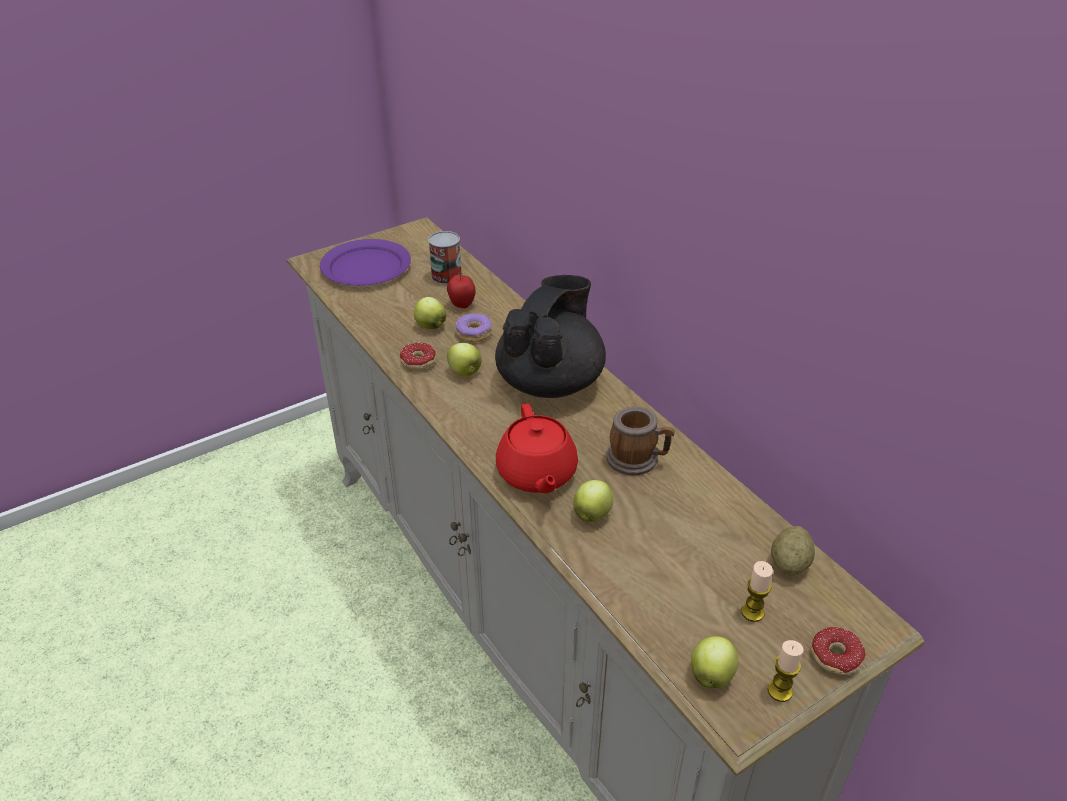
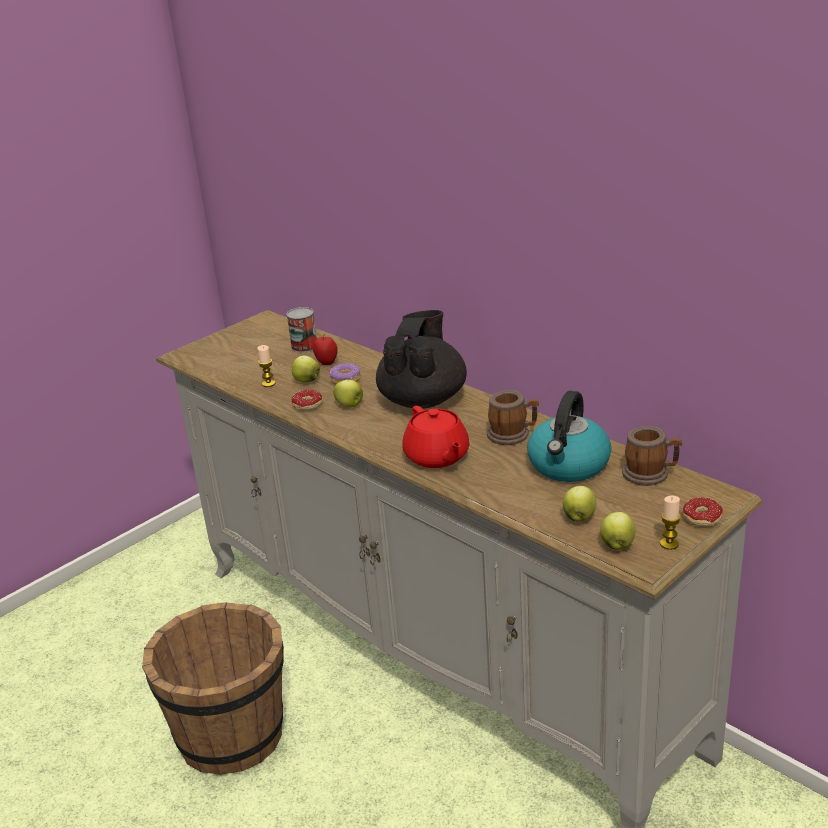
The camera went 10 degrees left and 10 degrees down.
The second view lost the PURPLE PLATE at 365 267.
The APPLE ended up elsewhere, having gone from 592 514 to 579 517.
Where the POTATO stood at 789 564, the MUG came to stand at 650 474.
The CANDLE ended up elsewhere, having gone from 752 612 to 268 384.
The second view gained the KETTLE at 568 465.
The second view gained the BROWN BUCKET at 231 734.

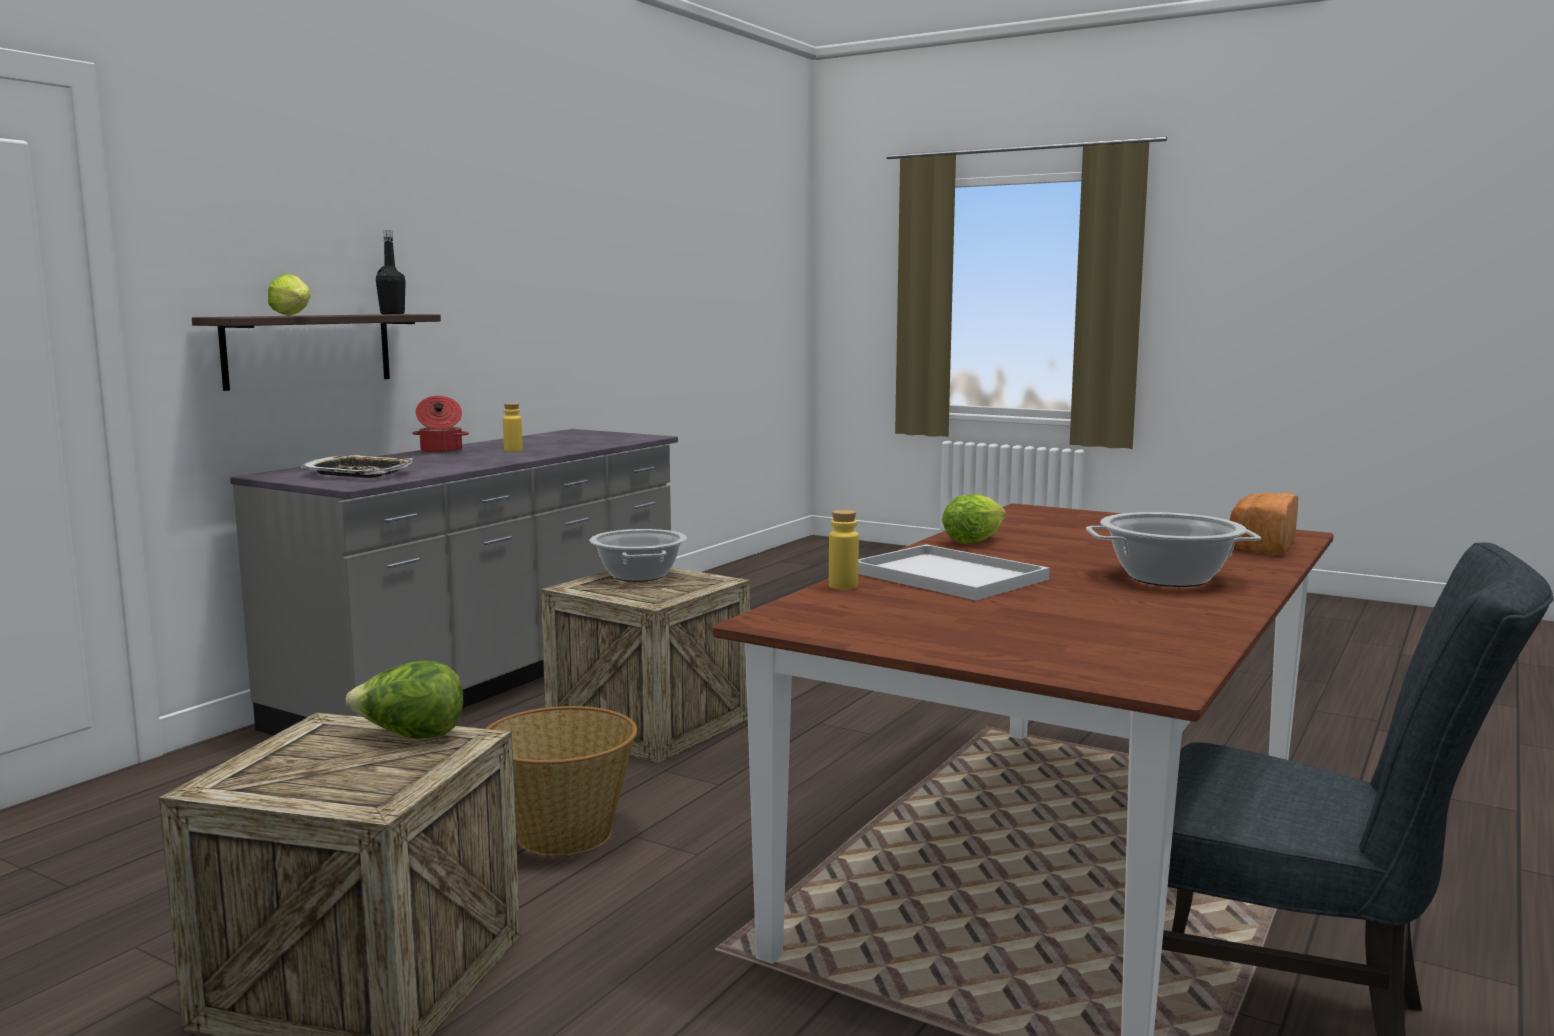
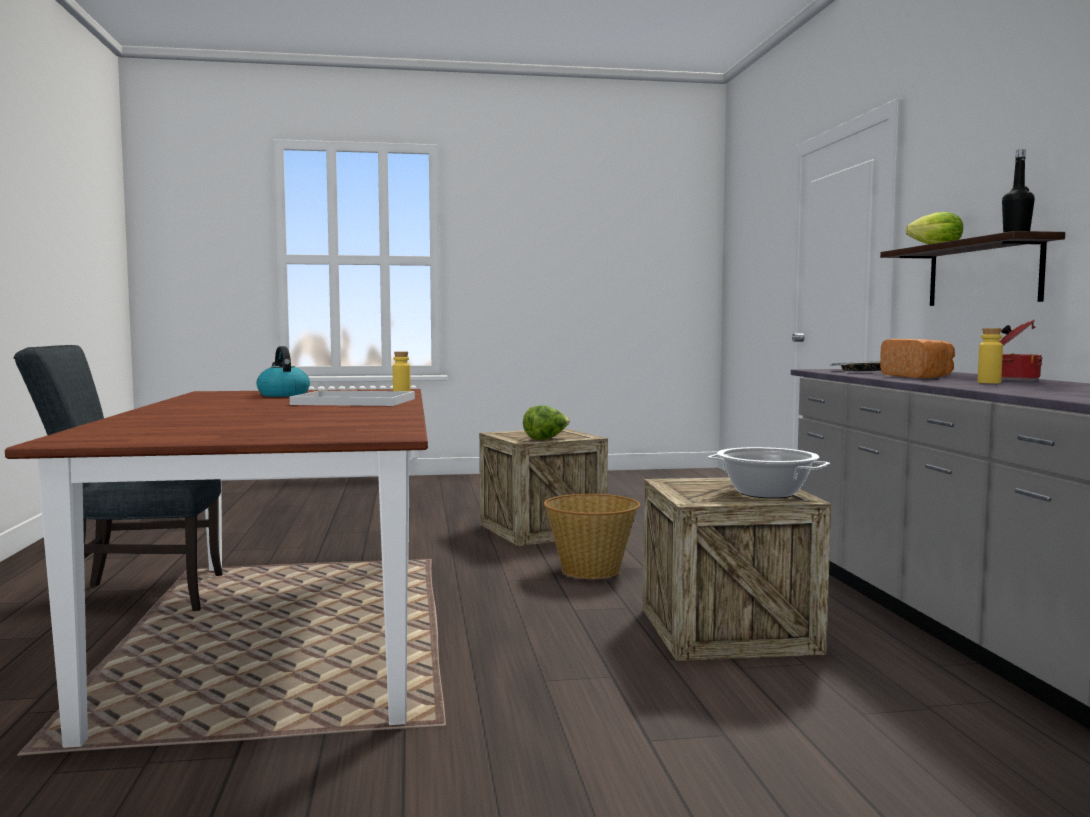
The camera went 140 degrees right and 5 degrees down.
The BREAD ended up elsewhere, having gone from 1261 546 to 918 377.
The second view lost the LETTUCE at 976 541.
The second view lost the COOKING POT at 1168 578.
The second view gained the KETTLE at 283 395.

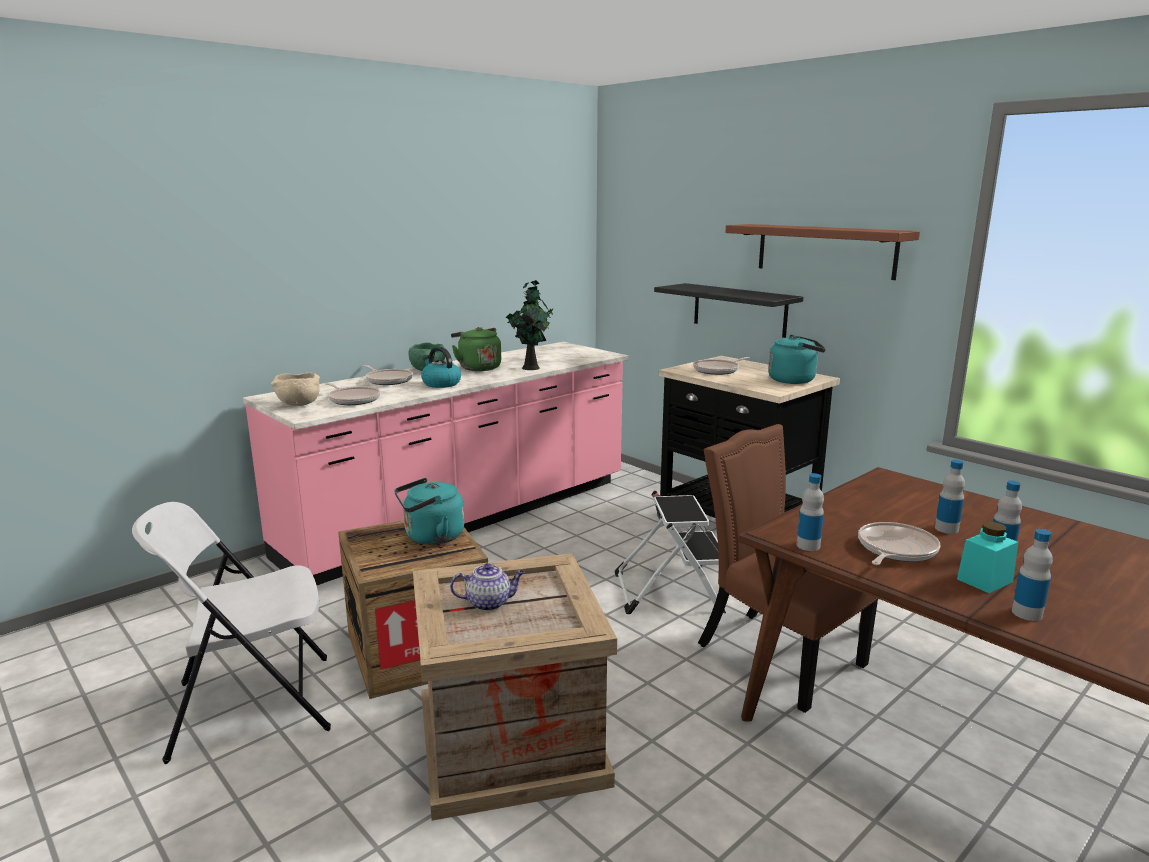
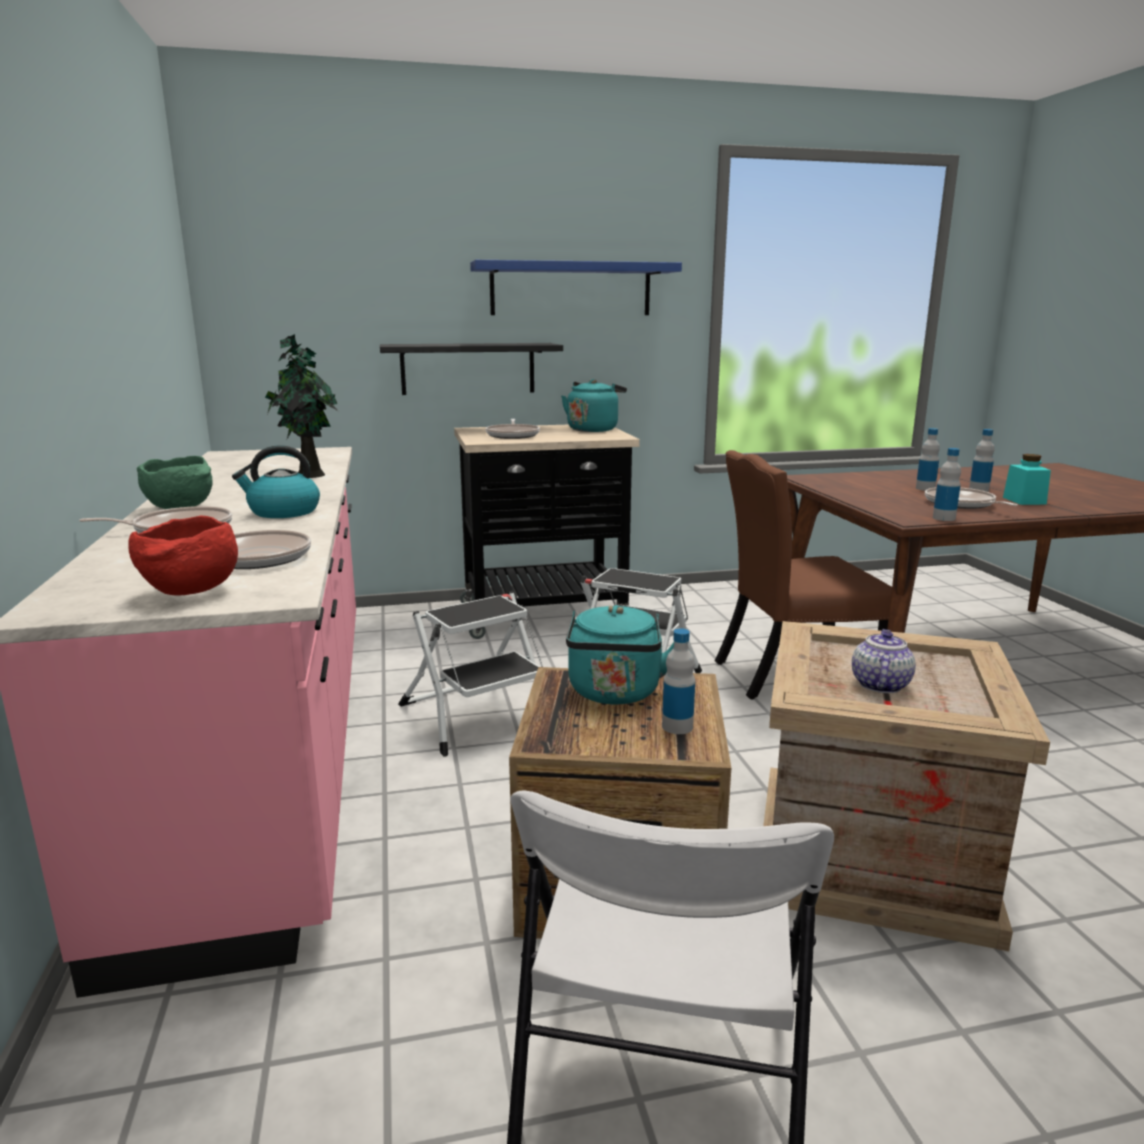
The camera went 60 degrees left and 0 degrees up.
What was the BROWN SHELF at 825 250 turned into the BLUE SHELF at 571 289.
The second view lost the GREEN KETTLE at 478 367.
What was the BEIGE BOWL at 298 405 turned into the RED BOWL at 190 592.
The BOTTLE ended up elsewhere, having gone from 1027 613 to 677 726.
The second view gained the STEP LADDER at 476 714.

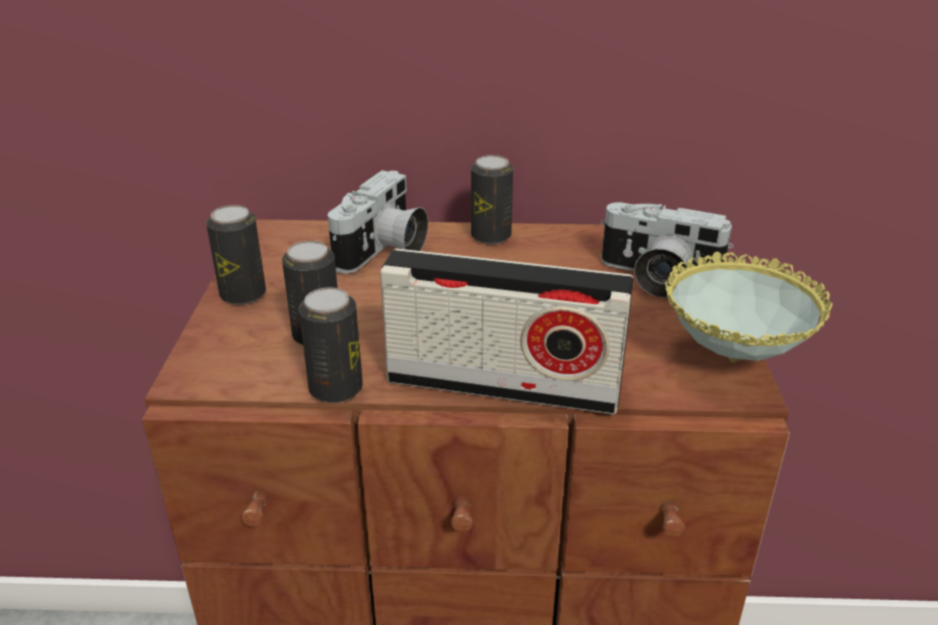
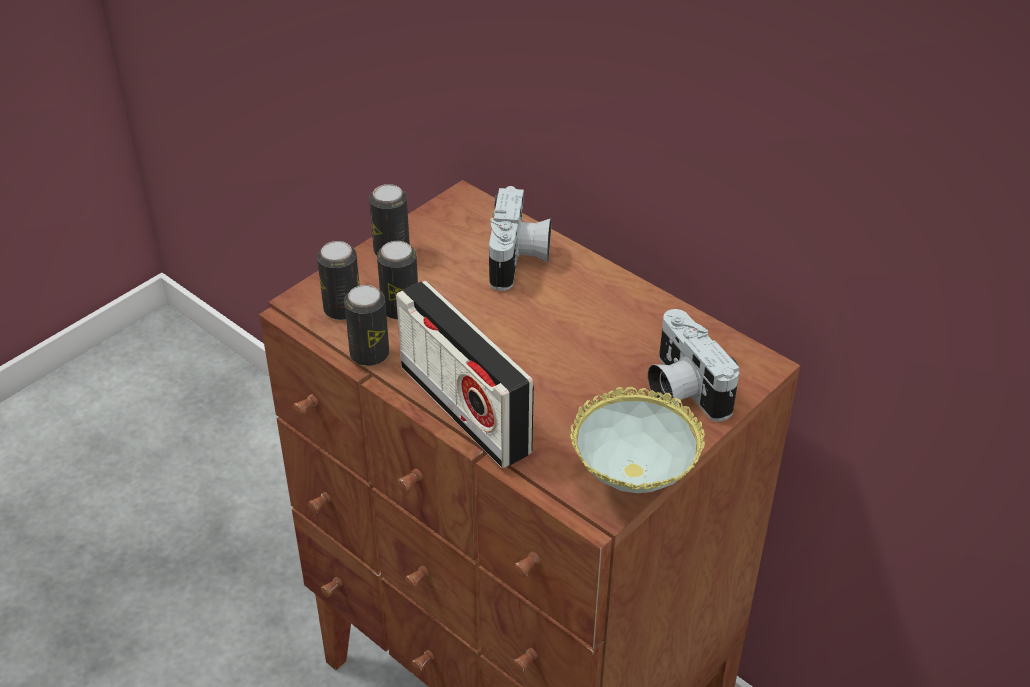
The camera went 40 degrees right and 10 degrees up.
The CAN ended up elsewhere, having gone from 491 236 to 342 309.
The PHOTO CAMERA at 384 251 ended up facing another way, 60 degrees counterclockwise from before.

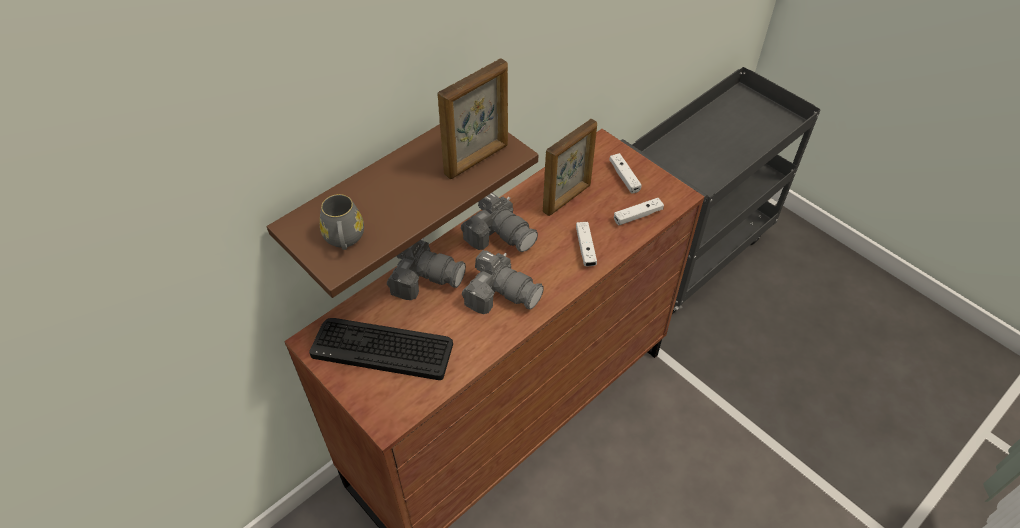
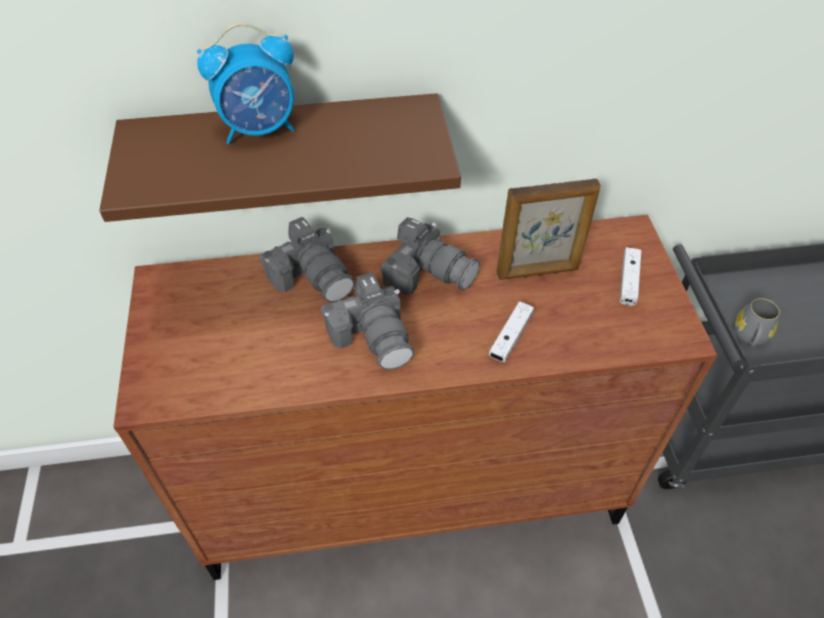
The camera went 35 degrees right and 0 degrees up.
The second view lost the PICTURE FRAME at 477 160.
The PHOTO CAMERA at 500 234 ended up facing another way, 45 degrees counterclockwise from before.
The GREY MUG ended up elsewhere, having gone from 344 240 to 749 337.
The second view lost the WHITE GAME CONTROLLER at 637 215.
The second view lost the KEYBOARD at 382 348.
The second view gained the ALARM CLOCK at 260 129.

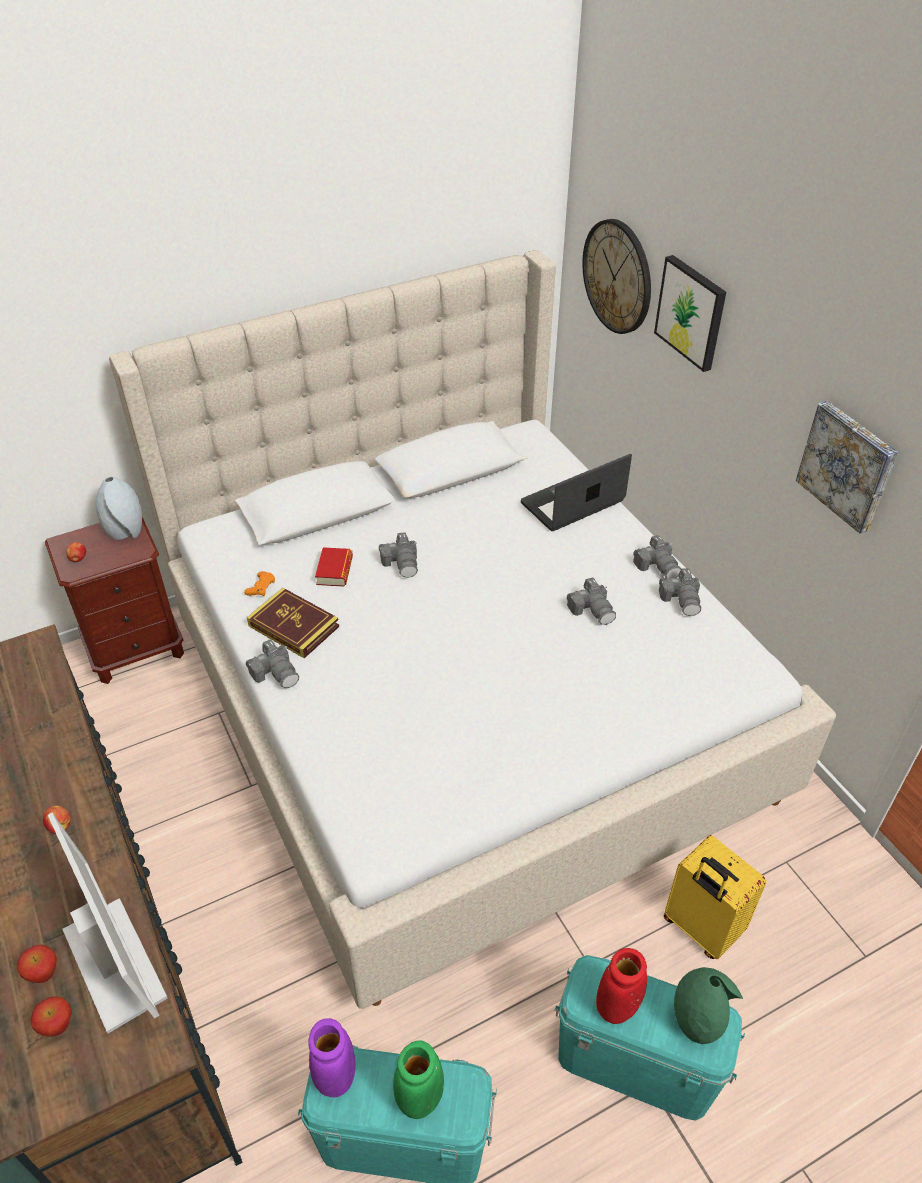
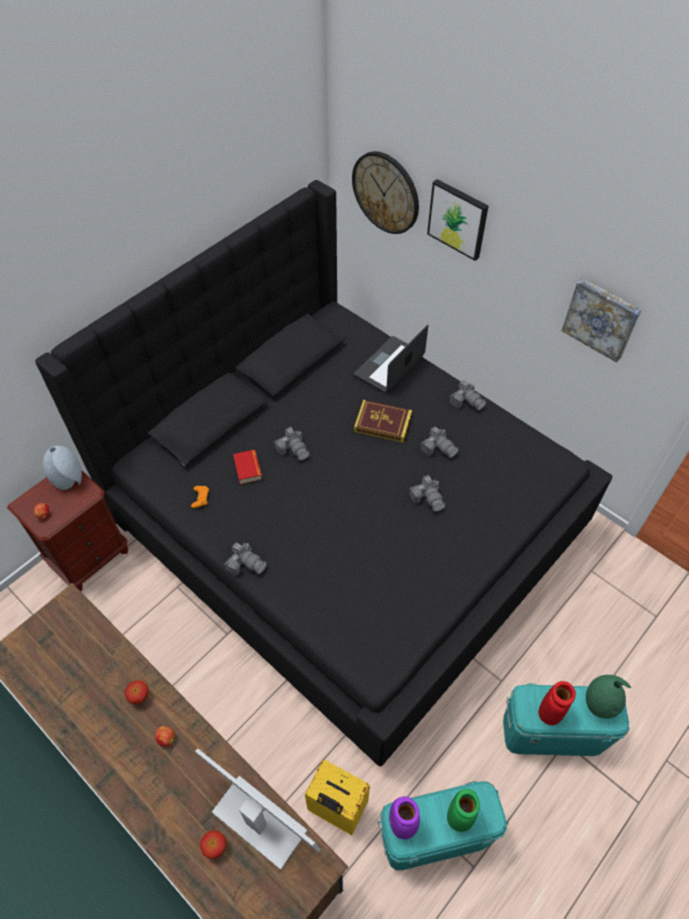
The camera went 20 degrees left and 10 degrees up.
What was the BEIGE BED at 462 699 turned into the BLACK BED at 345 522.
The PHOTO CAMERA ended up elsewhere, having gone from 682 600 to 428 498.
The BOOK ended up elsewhere, having gone from 294 626 to 383 423.
The YELLOW SUITCASE ended up elsewhere, having gone from 700 928 to 336 809.
The APPLE ended up elsewhere, having gone from 58 1027 to 140 697.

